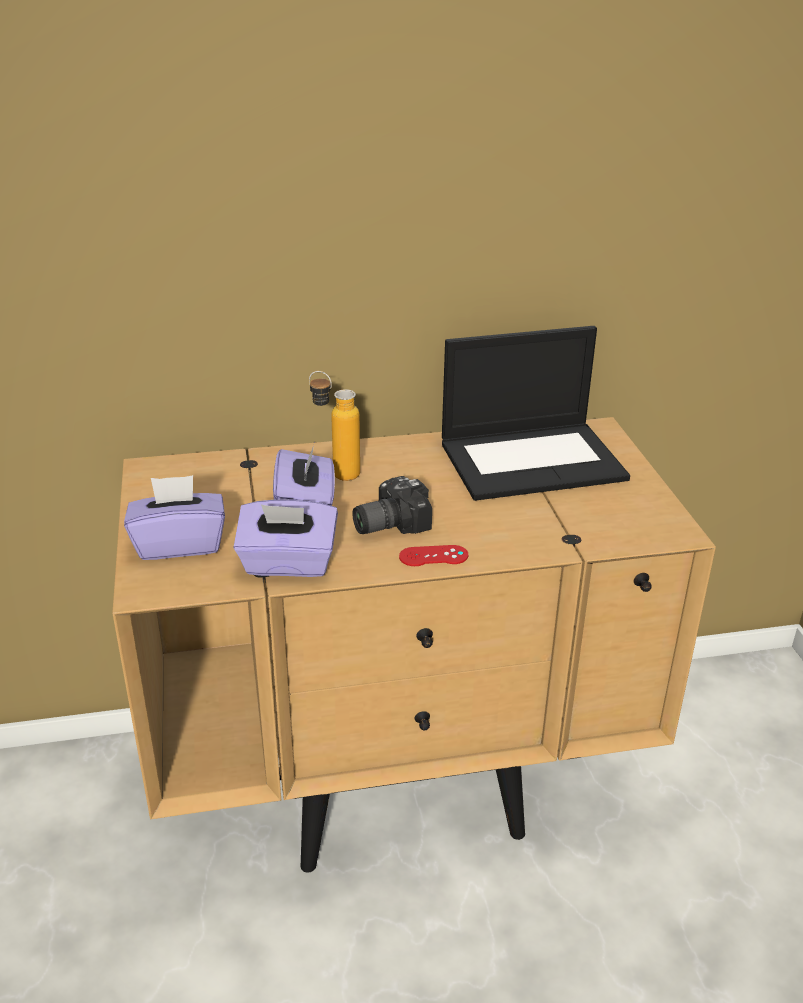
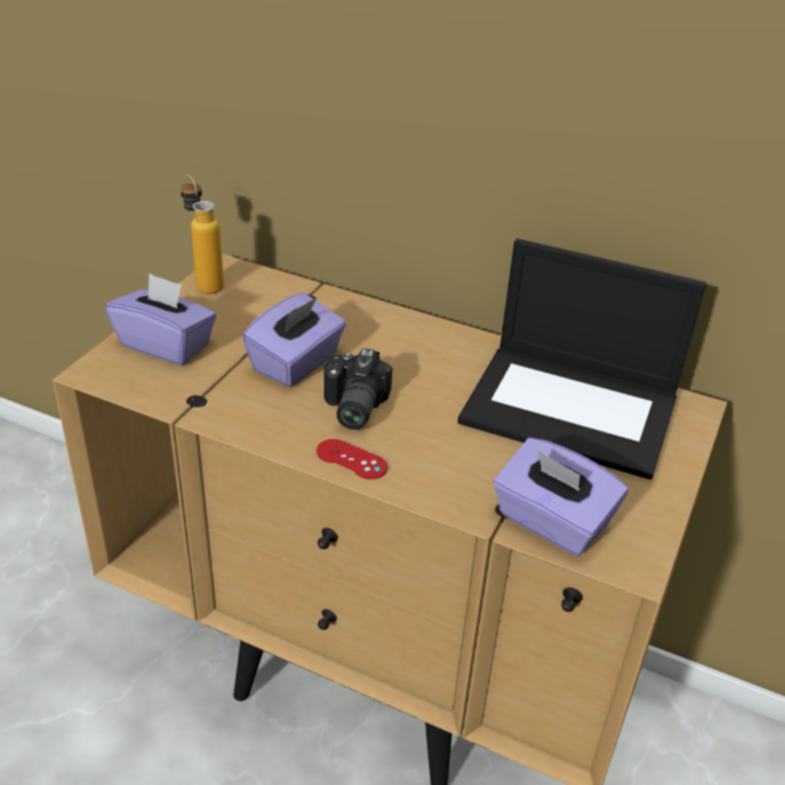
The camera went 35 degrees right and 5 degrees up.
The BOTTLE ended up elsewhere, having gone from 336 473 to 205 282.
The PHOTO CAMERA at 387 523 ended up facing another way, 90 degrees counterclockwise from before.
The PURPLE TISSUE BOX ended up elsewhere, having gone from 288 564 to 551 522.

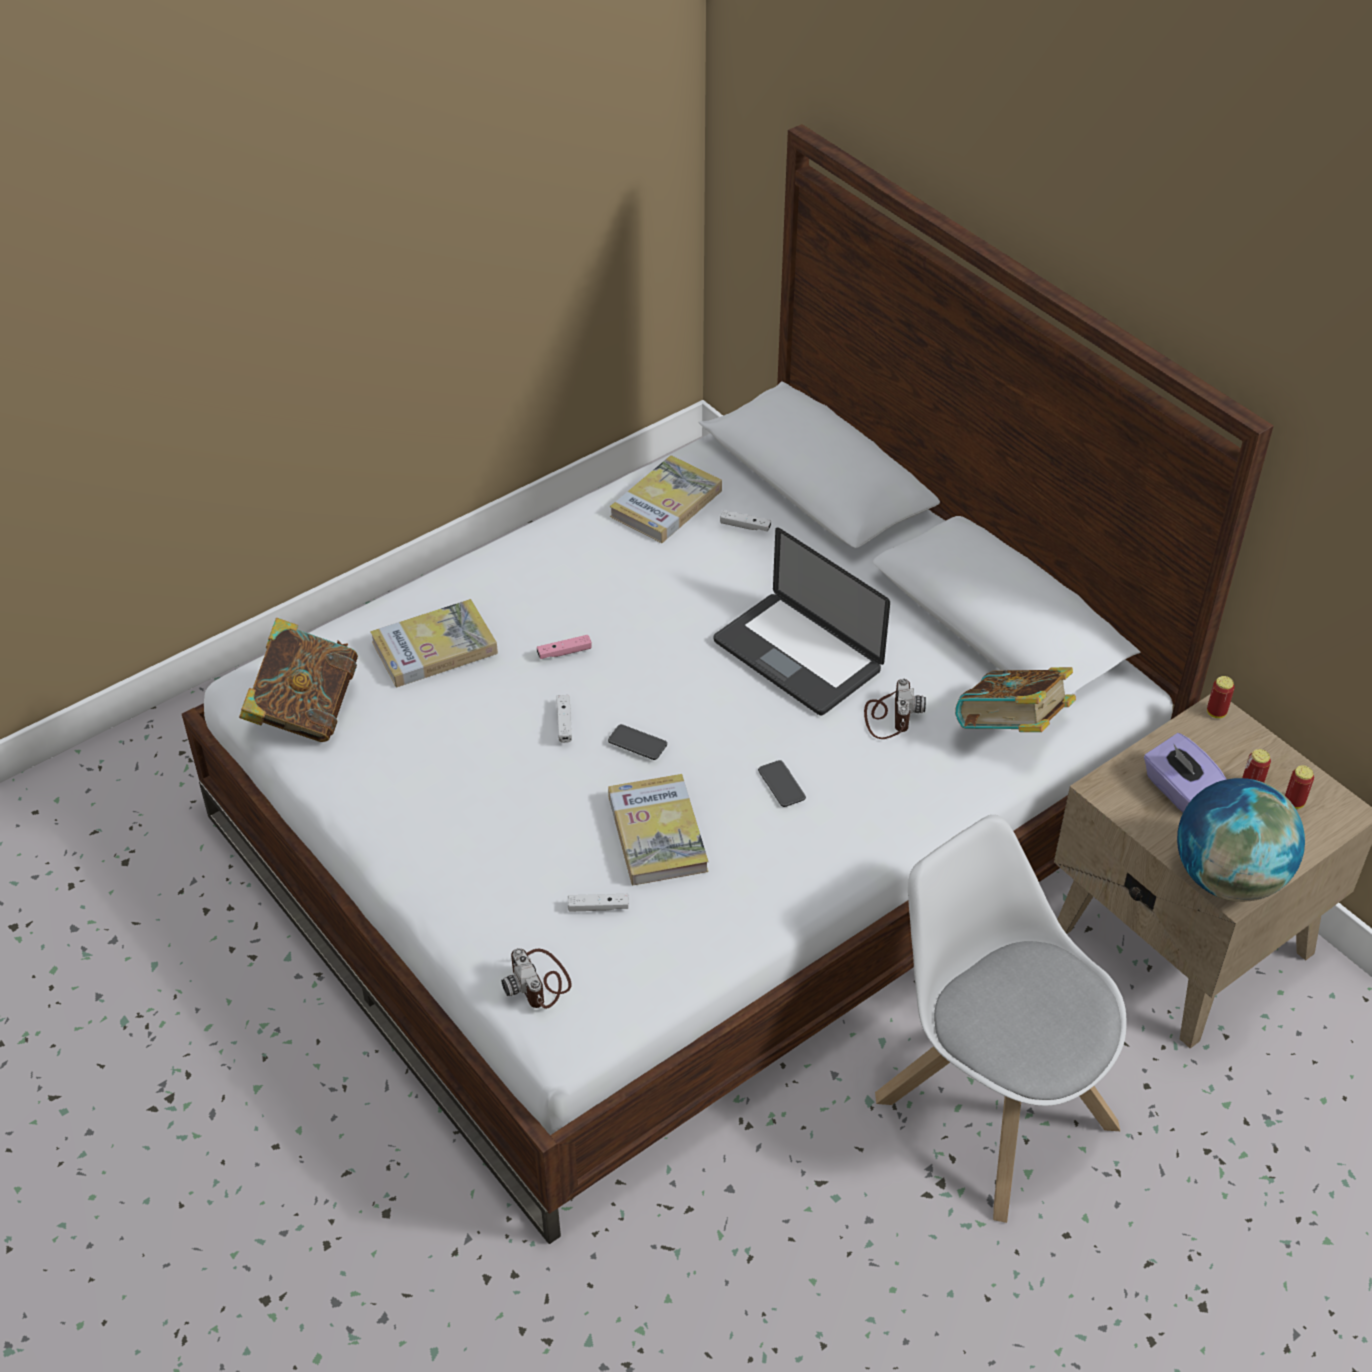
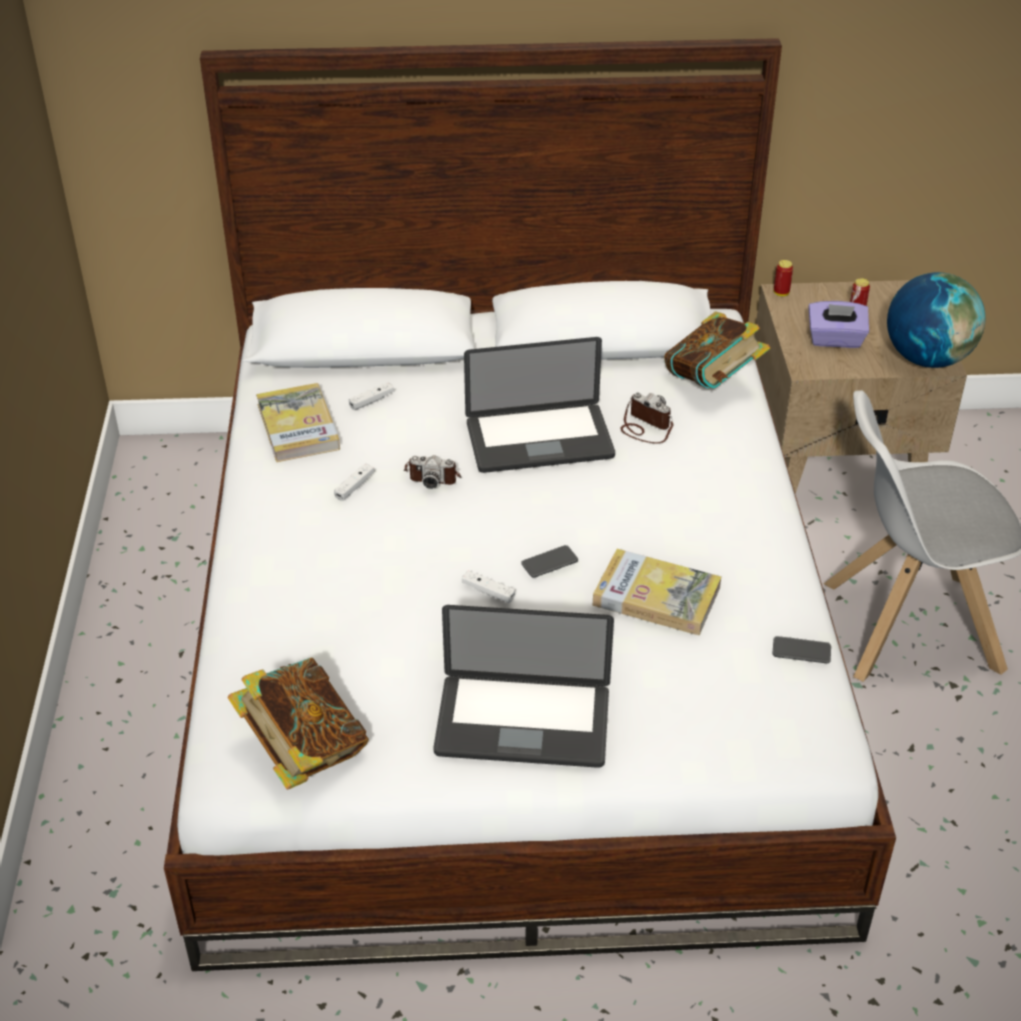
The camera went 55 degrees left and 5 degrees down.
The second view lost the BOOK at 434 647.
The second view lost the PINK GAME CONTROLLER at 564 652.
The PHONE ended up elsewhere, having gone from 781 784 to 801 651.
The second view lost the CAN at 1294 802.
The WHITE GAME CONTROLLER ended up elsewhere, having gone from 598 907 to 354 486.
The PHOTO CAMERA ended up elsewhere, having gone from 539 981 to 433 474.
The second view gained the LAPTOP at 522 723.

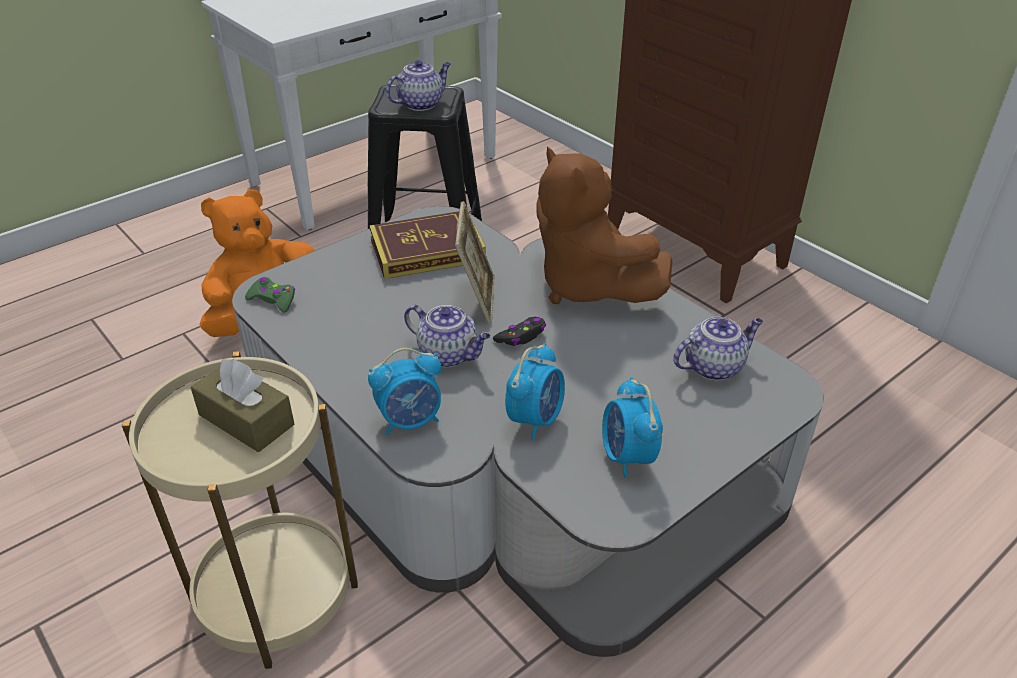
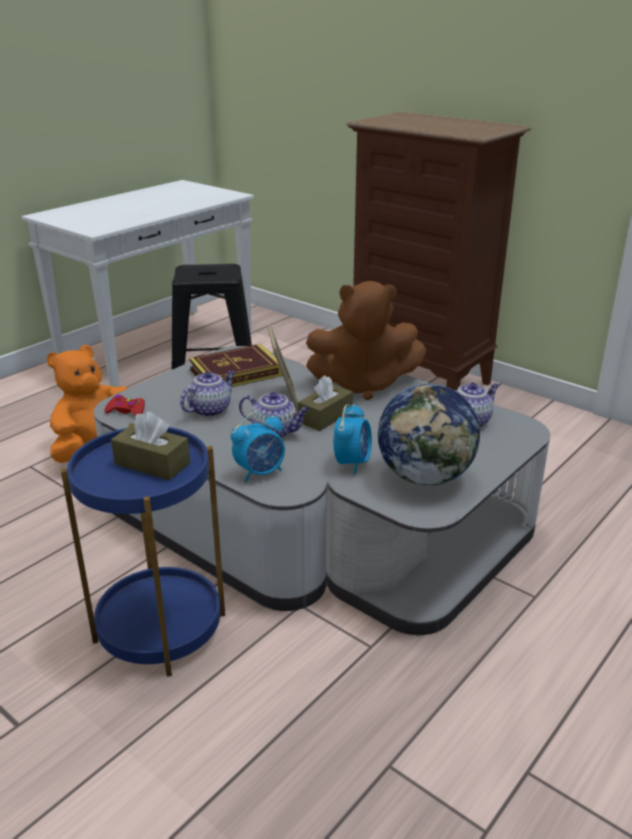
The camera went 10 degrees left and 10 degrees down.
The TEAPOT ended up elsewhere, having gone from 421 104 to 210 409.
The BROWN PLUSH TOY at 587 286 ended up facing another way, 45 degrees counterclockwise from before.
What was the GREEN GAME CONTROLLER at 273 300 turned into the RED GAME CONTROLLER at 126 411.
Where the BLACK GAME CONTROLLER stood at 521 336, the BROWN TISSUE BOX came to stand at 325 417.
What was the BEIGE SIDE TABLE at 275 594 turned into the BLUE SIDE TABLE at 160 628.
Where the ALARM CLOCK stood at 627 457, the GLOBE came to stand at 425 477.

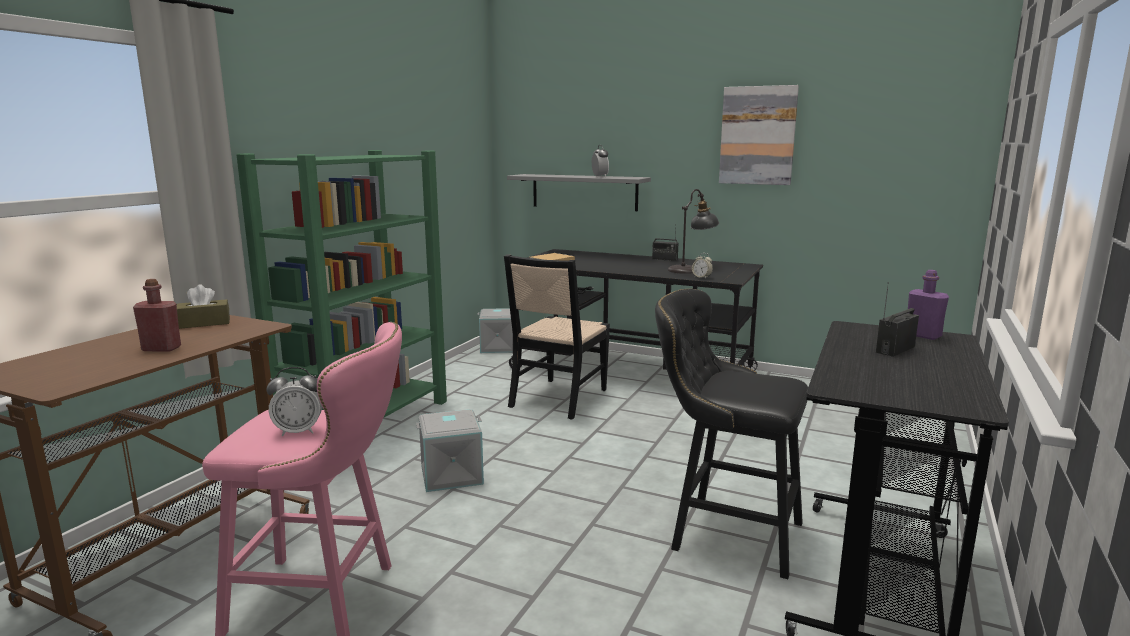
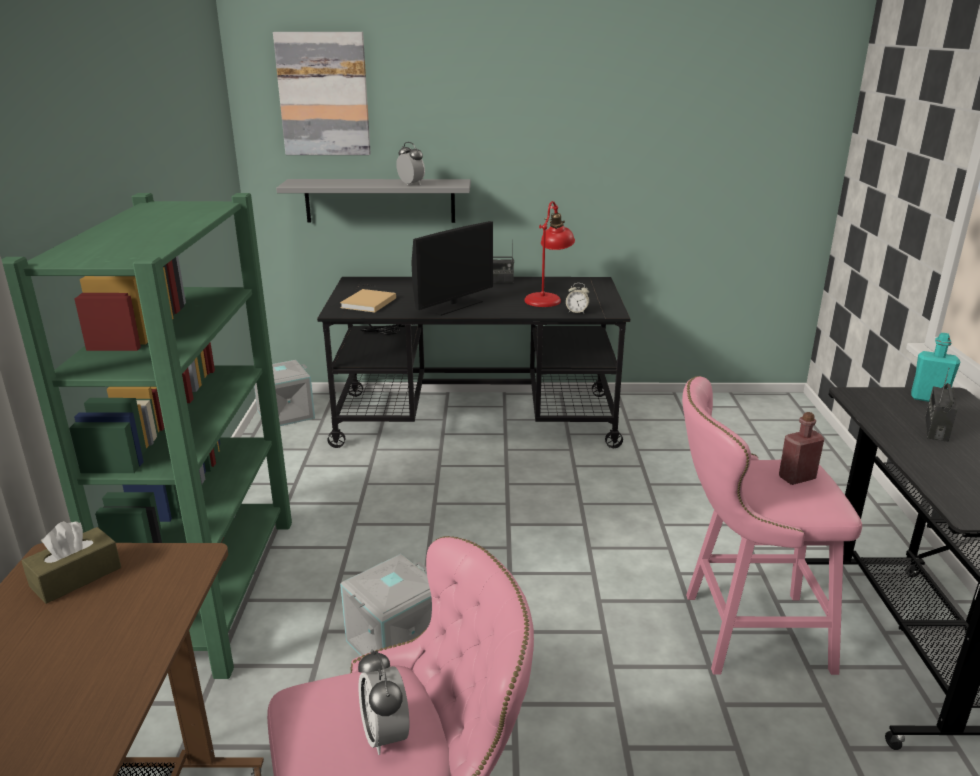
The camera went 25 degrees left and 10 degrees up.
The PICTURE ended up elsewhere, having gone from 757 135 to 323 94.
What was the GREY TABLE LAMP at 691 269 turned into the RED TABLE LAMP at 548 296.
The second view lost the CHAIR at 559 398.
What was the PURPLE BOTTLE at 923 335 turned into the TURQUOISE BOTTLE at 928 398.
The RED BOTTLE ended up elsewhere, having gone from 161 348 to 797 478.
What was the BLACK STOOL at 720 531 turned into the PINK STOOL at 737 632.
The ALARM CLOCK at 299 431 ended up facing another way, 105 degrees clockwise from before.
The second view gained the MONITOR at 453 305.

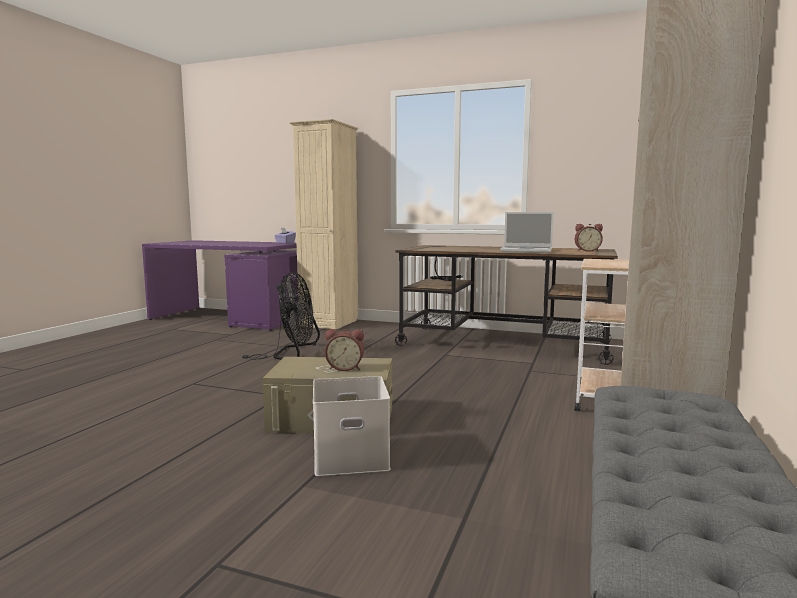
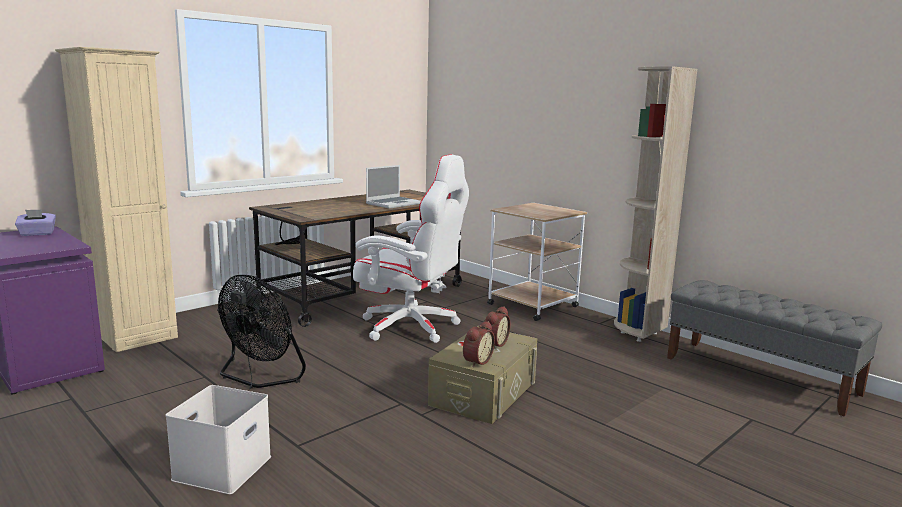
The camera went 65 degrees left and 5 degrees up.
The ALARM CLOCK ended up elsewhere, having gone from 587 251 to 476 361.
The WHITE STORAGE BOX ended up elsewhere, having gone from 352 456 to 222 467.
The second view gained the WHITE OFFICE CHAIR at 409 326.

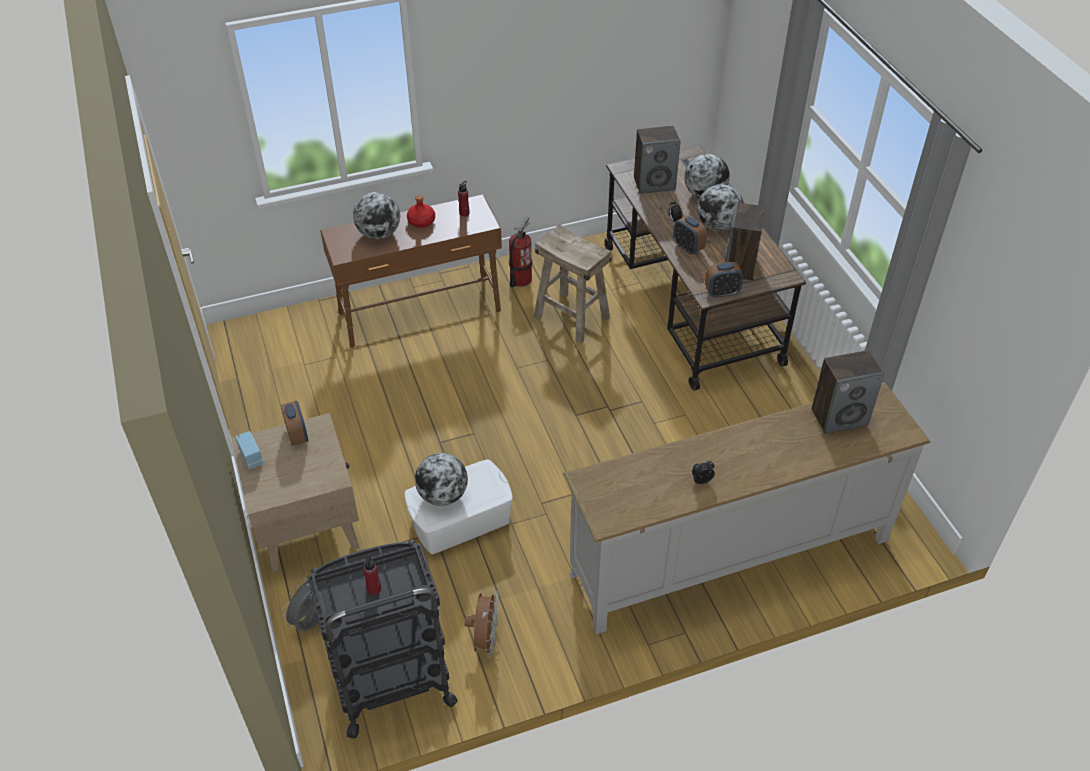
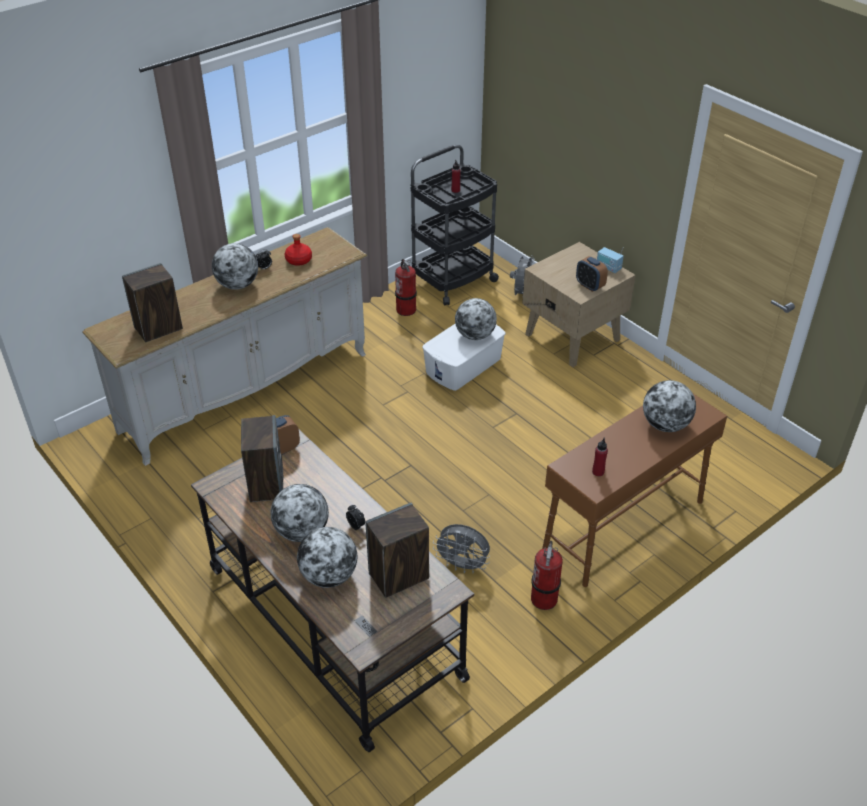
The camera went 160 degrees right and 5 degrees down.
The RED BOTTLE ended up elsewhere, having gone from 421 221 to 298 260.
The second view lost the ALARM CLOCK at 688 247.
Where the BEIGE STOOL stood at 571 317, the GREY FAN came to stand at 462 565.
Where the BROWN FAN stood at 485 639, the FIRE EXTINGUISHER came to stand at 406 310.
The second view gained the GLOBE at 238 285.

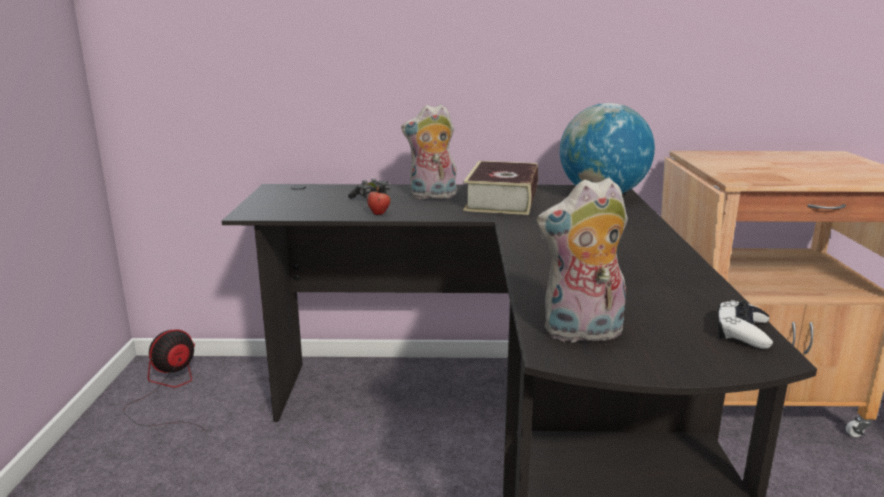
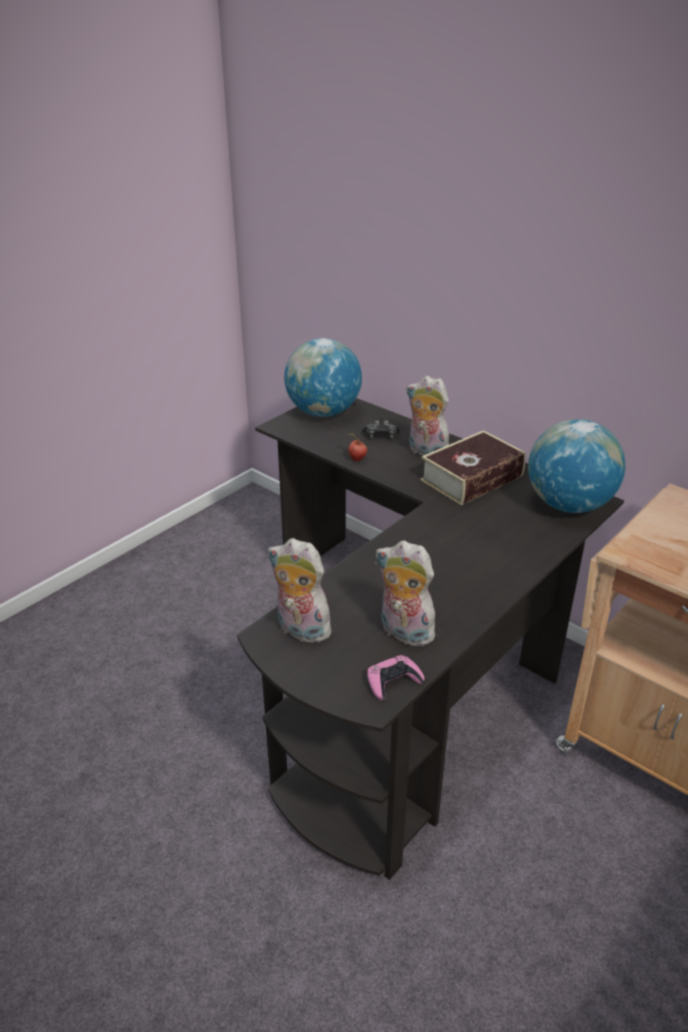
The camera went 40 degrees right and 15 degrees up.
What was the WHITE GAME CONTROLLER at 742 332 turned into the PINK GAME CONTROLLER at 393 681.
The second view lost the FAN at 169 391.
The second view gained the GLOBE at 323 412.
The second view gained the PLUSH TOY at 403 632.

